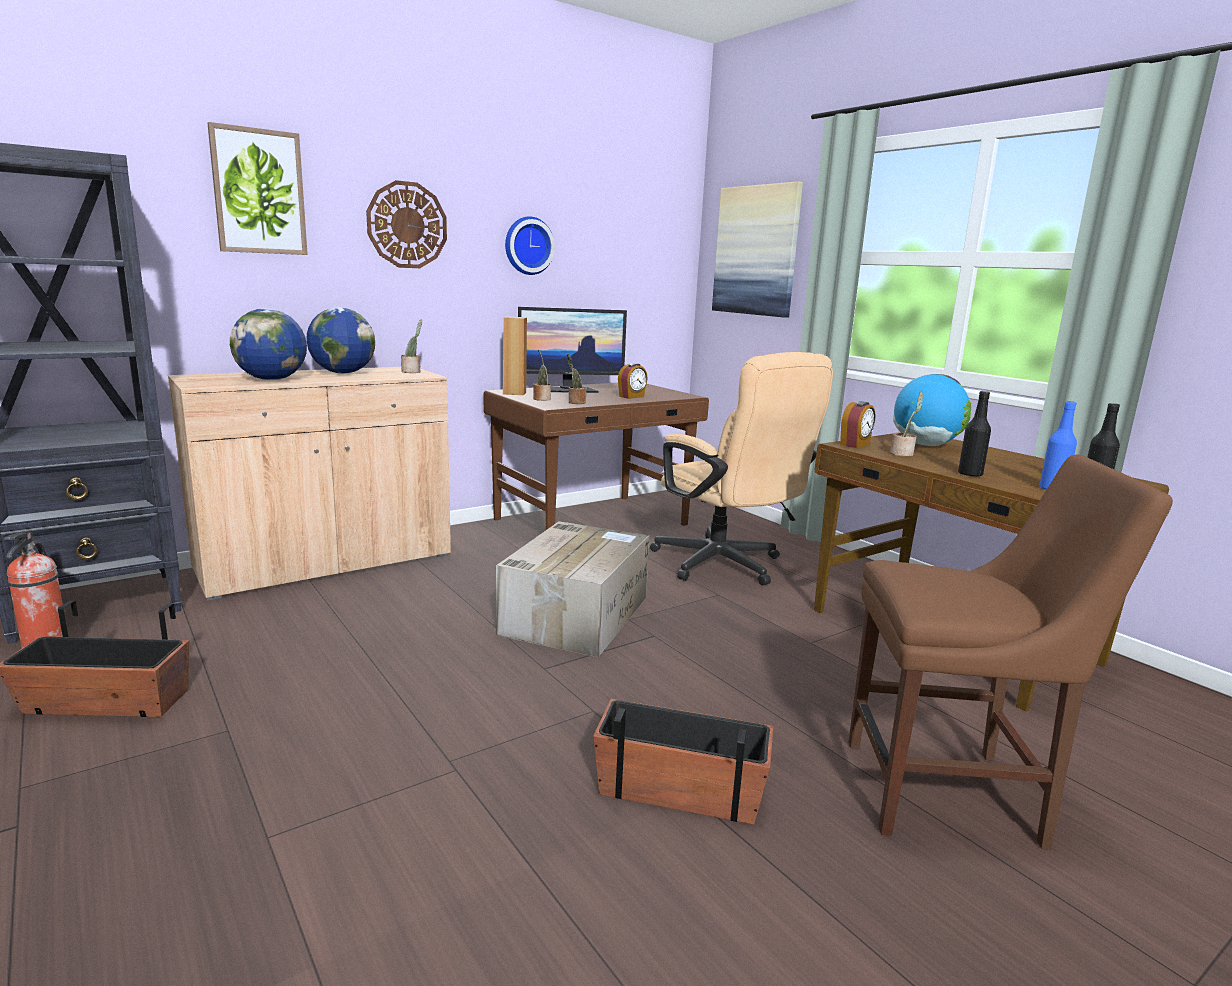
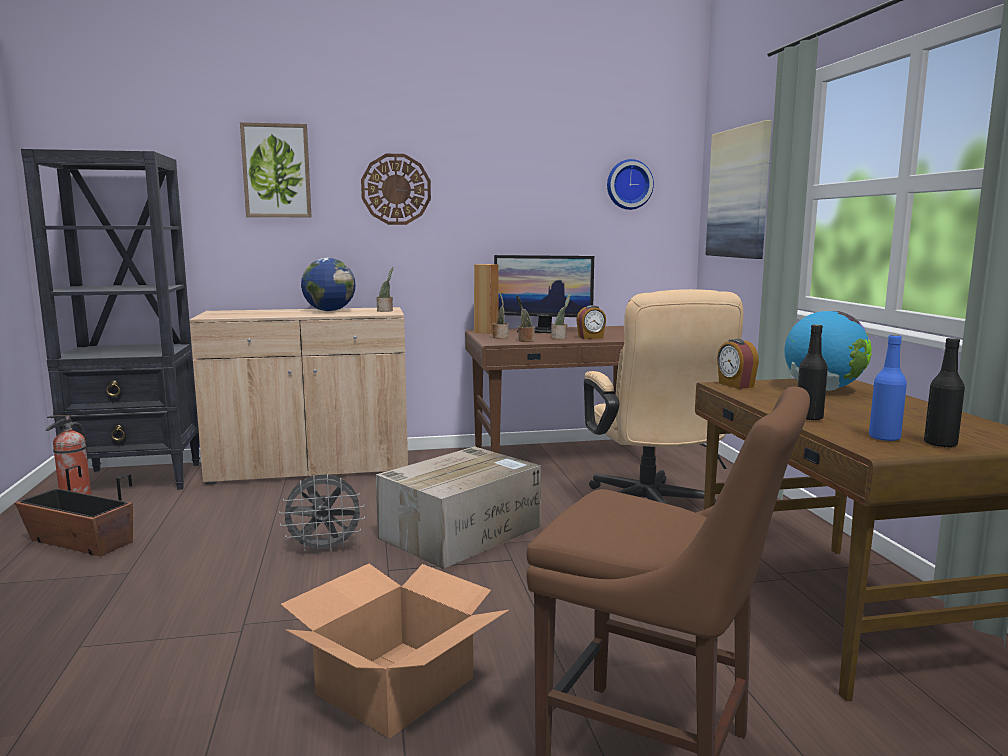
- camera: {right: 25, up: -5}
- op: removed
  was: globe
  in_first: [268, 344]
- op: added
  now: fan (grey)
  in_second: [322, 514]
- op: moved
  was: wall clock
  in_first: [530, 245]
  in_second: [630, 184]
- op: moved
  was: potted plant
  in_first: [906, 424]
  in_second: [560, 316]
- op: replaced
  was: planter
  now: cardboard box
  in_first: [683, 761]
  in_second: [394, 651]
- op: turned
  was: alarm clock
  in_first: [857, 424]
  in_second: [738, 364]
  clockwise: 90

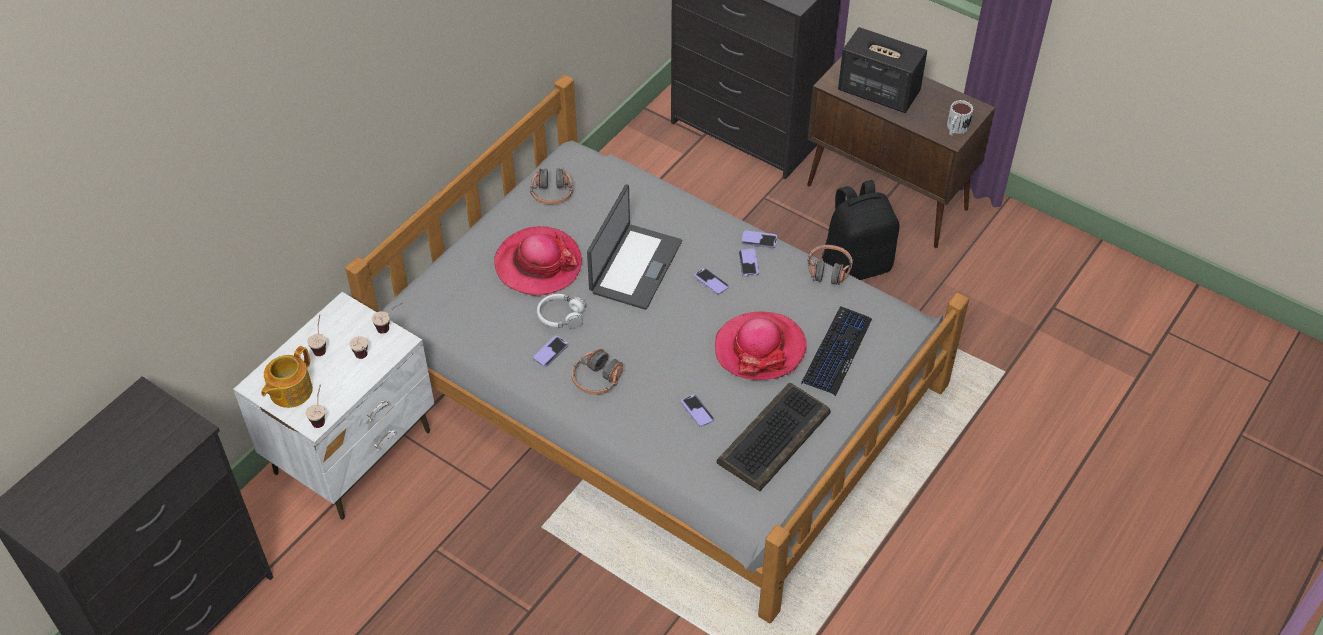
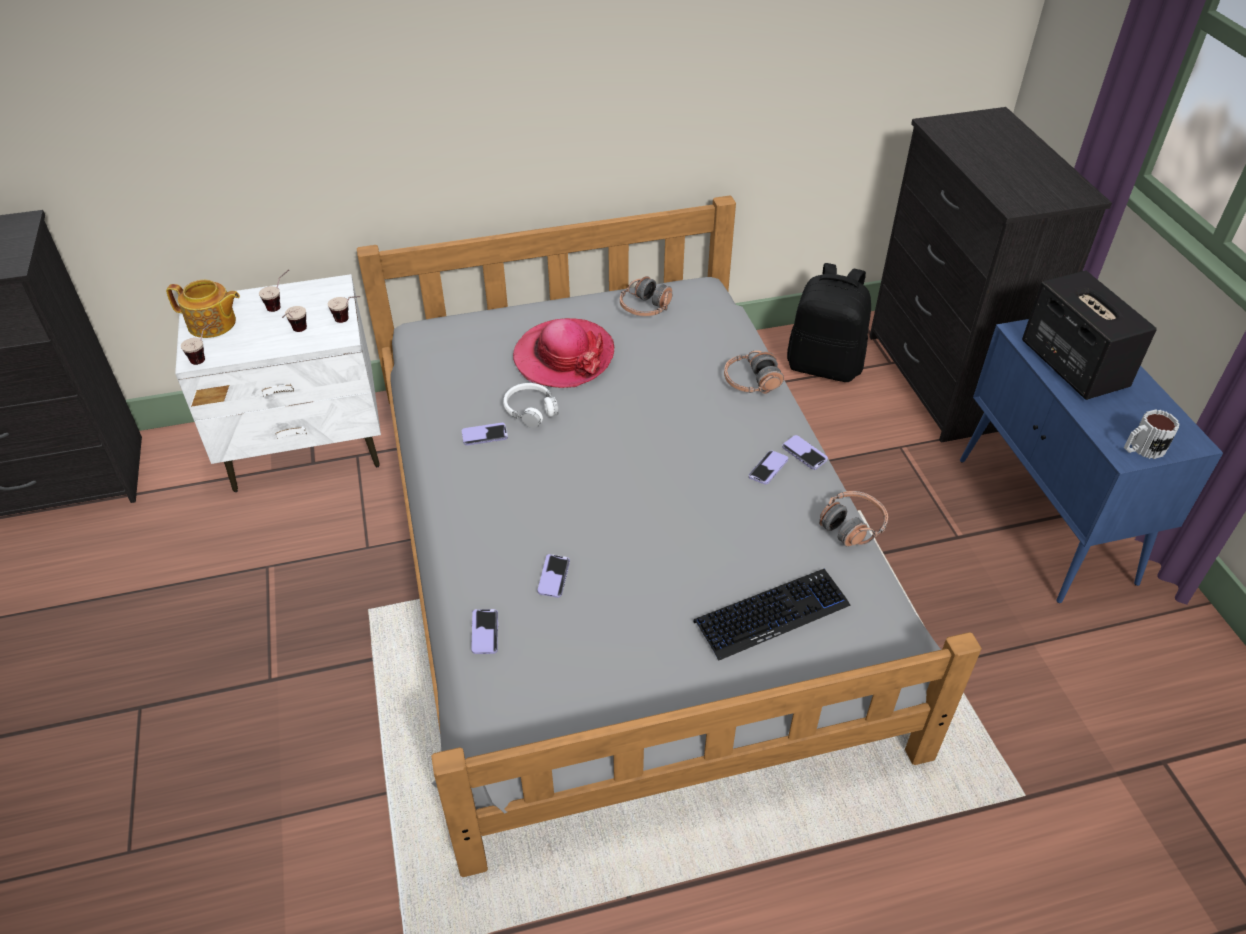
- camera: {right: 40, up: -5}
- op: removed
  was: laptop
  in_first: [634, 247]
- op: removed
  was: hat
  in_first: [761, 346]
- op: removed
  was: keyboard
  in_first: [774, 437]
- op: moved
  was: headphones
  in_first: [597, 372]
  in_second: [754, 372]
- op: moved
  was: phone
  in_first: [711, 281]
  in_second: [484, 631]
- op: moved
  was: backpack (black)
  in_first: [861, 230]
  in_second: [829, 322]
- op: recoloured
  was: cabinet (brown)
  now: cabinet (blue)
  in_first: [901, 152]
  in_second: [1091, 461]
- op: turned
  was: teapot
  in_first: [287, 377]
  in_second: [203, 309]
  clockwise: -150

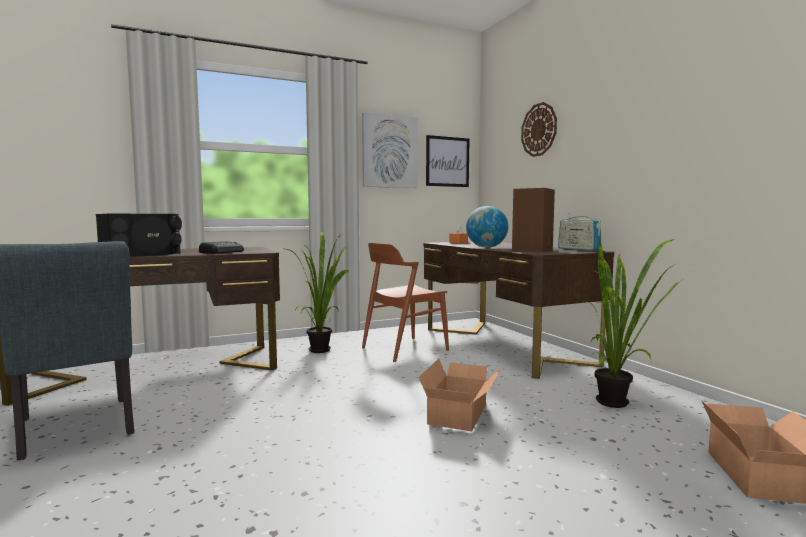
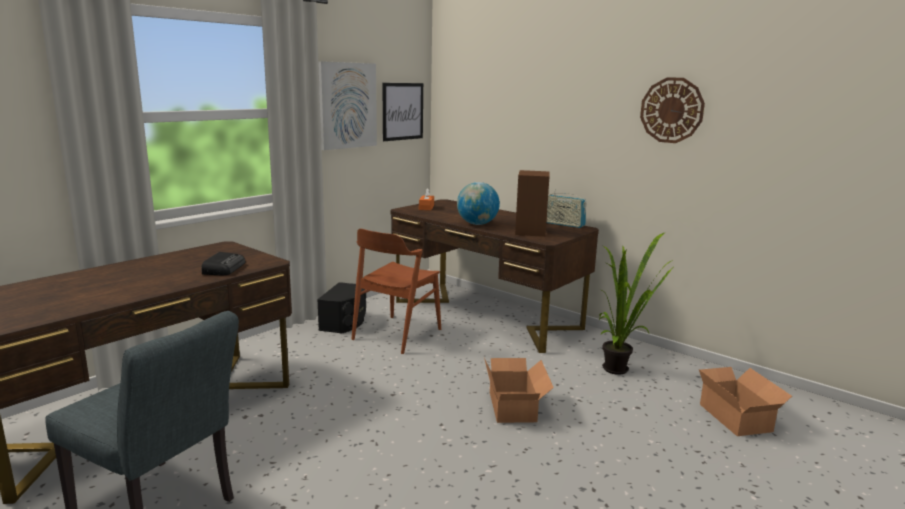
- camera: {right: -25, up: 10}
- op: removed
  was: potted plant
  in_first: [318, 292]
- op: moved
  was: speaker (black)
  in_first: [139, 235]
  in_second: [341, 307]
- op: moved
  was: wall clock
  in_first: [539, 129]
  in_second: [672, 110]

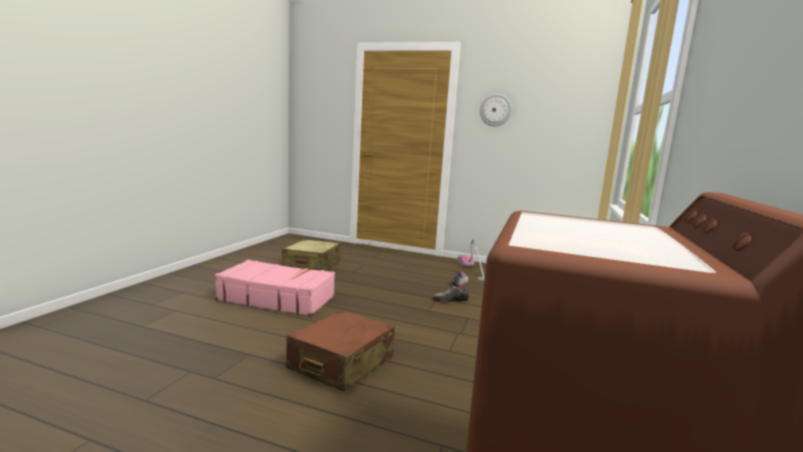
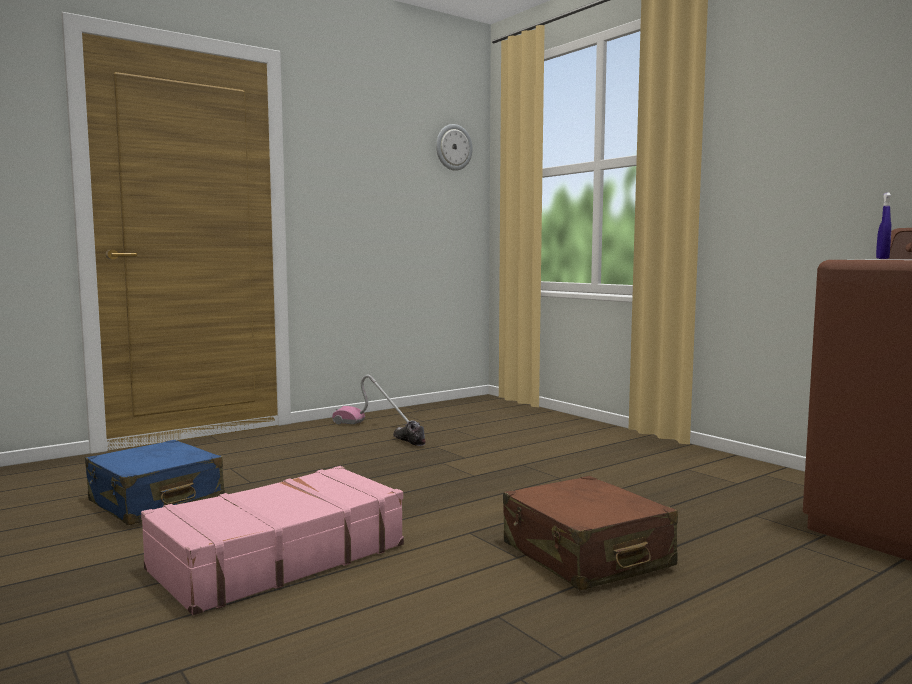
- camera: {right: -55, up: -5}
- op: removed
  was: shoe
  in_first: [451, 294]
- op: added
  now: spray bottle (blue)
  in_second: [883, 225]
- op: moved
  was: wall clock
  in_first: [496, 110]
  in_second: [454, 147]
- op: recoloured
  was: suitcase (beige)
  now: suitcase (blue)
  in_first: [311, 255]
  in_second: [155, 482]

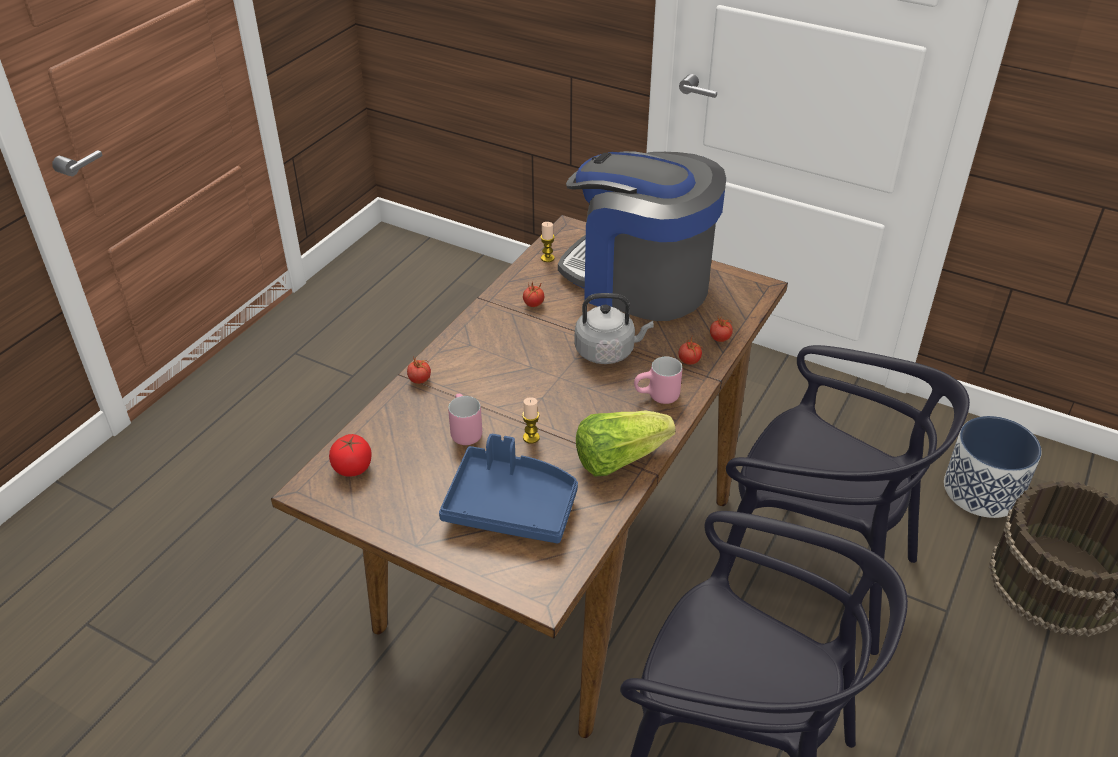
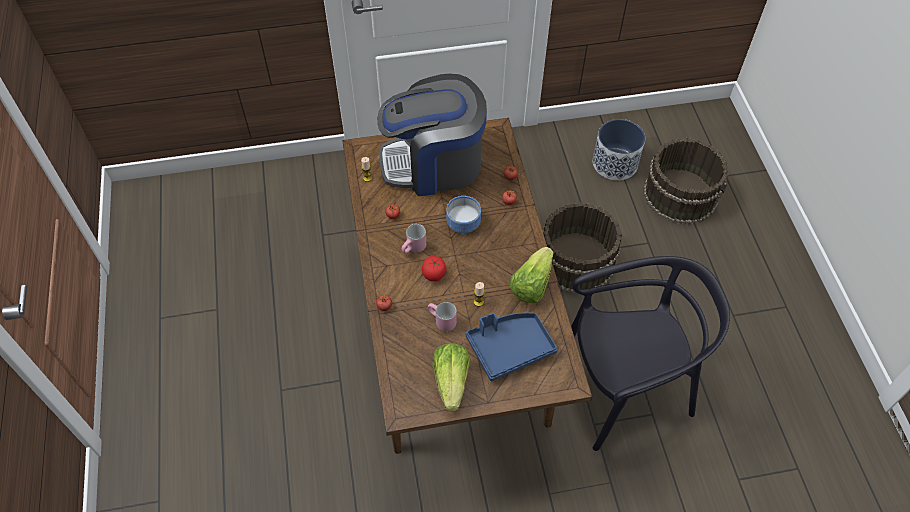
- camera: {right: -40, up: 15}
- op: added
  now: lettuce
  in_second: [451, 377]
- op: moved
  was: tomato
  in_first: [350, 455]
  in_second: [434, 269]
- op: moved
  was: mug (pink)
  in_first: [658, 380]
  in_second: [414, 239]
- op: replaced
  was: kettle (grey)
  now: bowl
  in_first: [614, 328]
  in_second: [463, 214]
- op: replaced
  was: chair (black)
  now: bucket (brown)
  in_first: [848, 500]
  in_second: [582, 248]

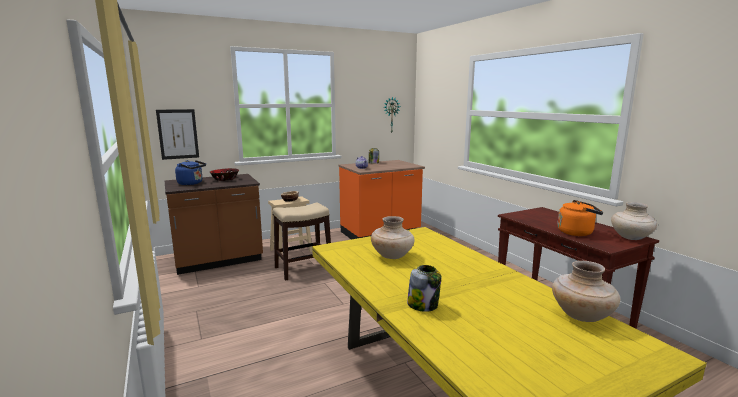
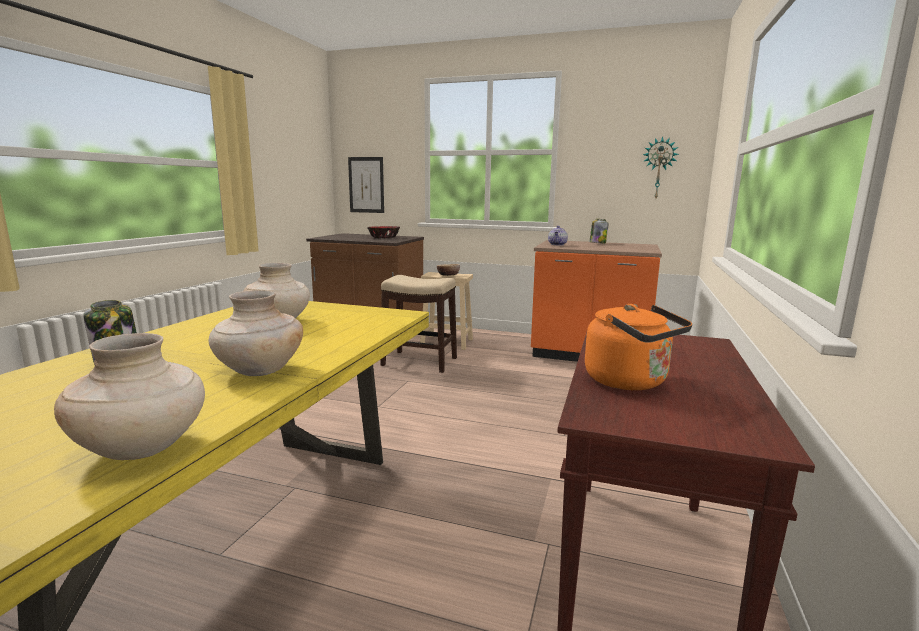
- camera: {right: 45, up: 0}
- op: removed
  was: kettle (blue)
  in_first: [190, 172]
- op: moved
  was: vase (beige)
  in_first: [634, 221]
  in_second: [256, 333]

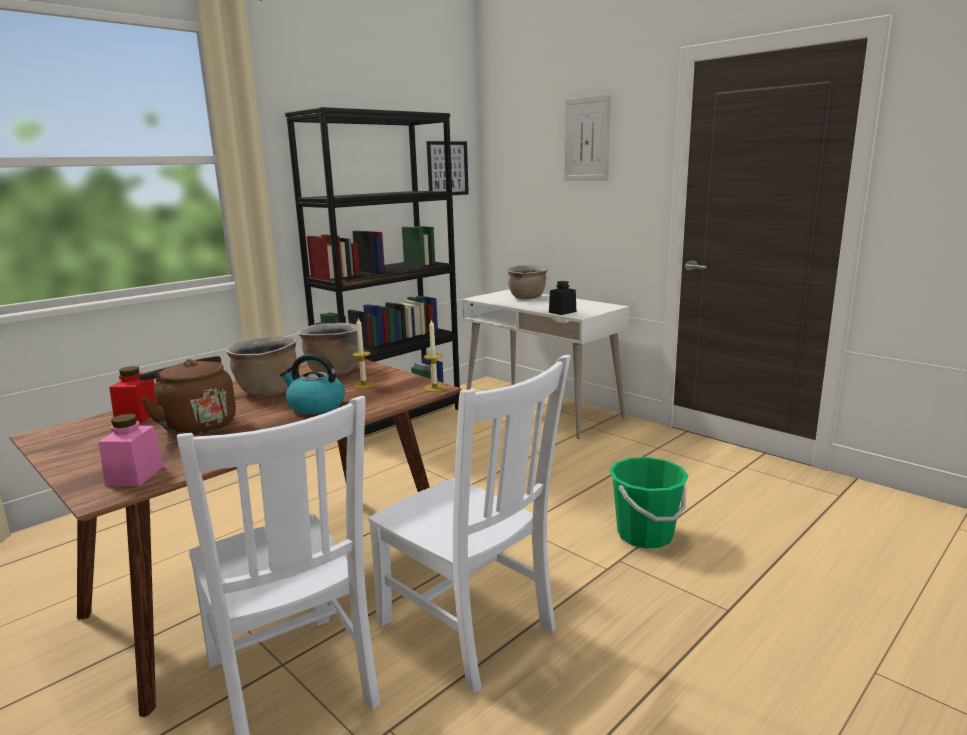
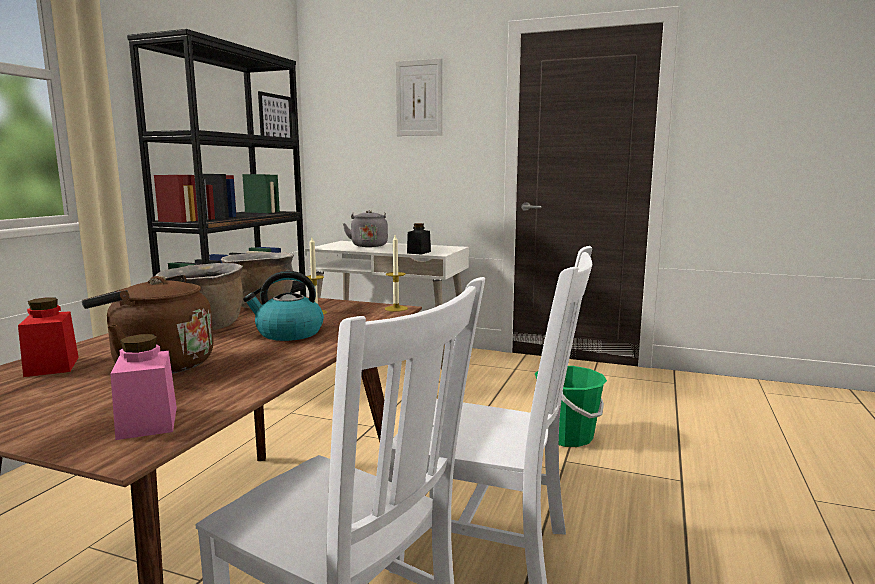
- camera: {right: -25, up: -5}
- op: replaced
  was: cooking pot (brown)
  now: kettle (grey)
  in_first: [527, 282]
  in_second: [365, 228]

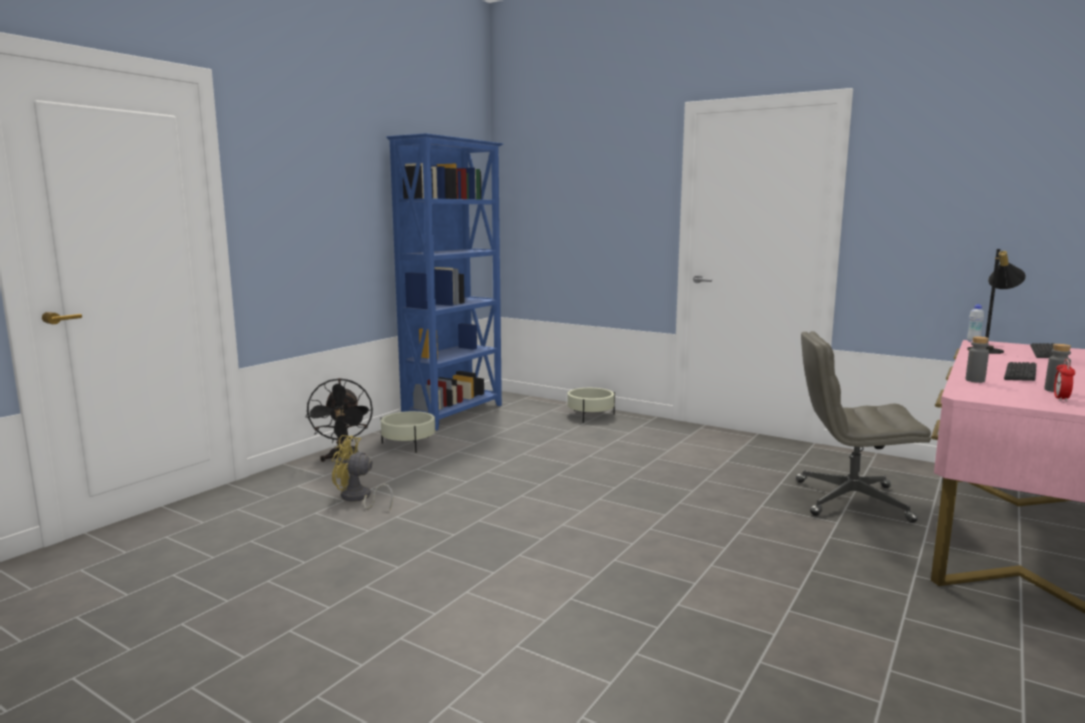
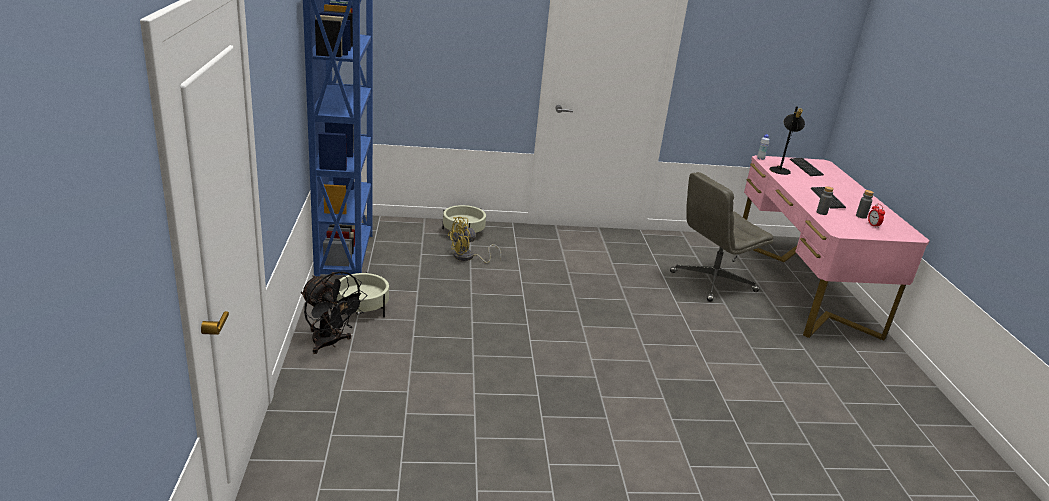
- camera: {right: -40, up: 15}
- op: moved
  was: fan (yellow)
  in_first: [362, 472]
  in_second: [474, 240]

